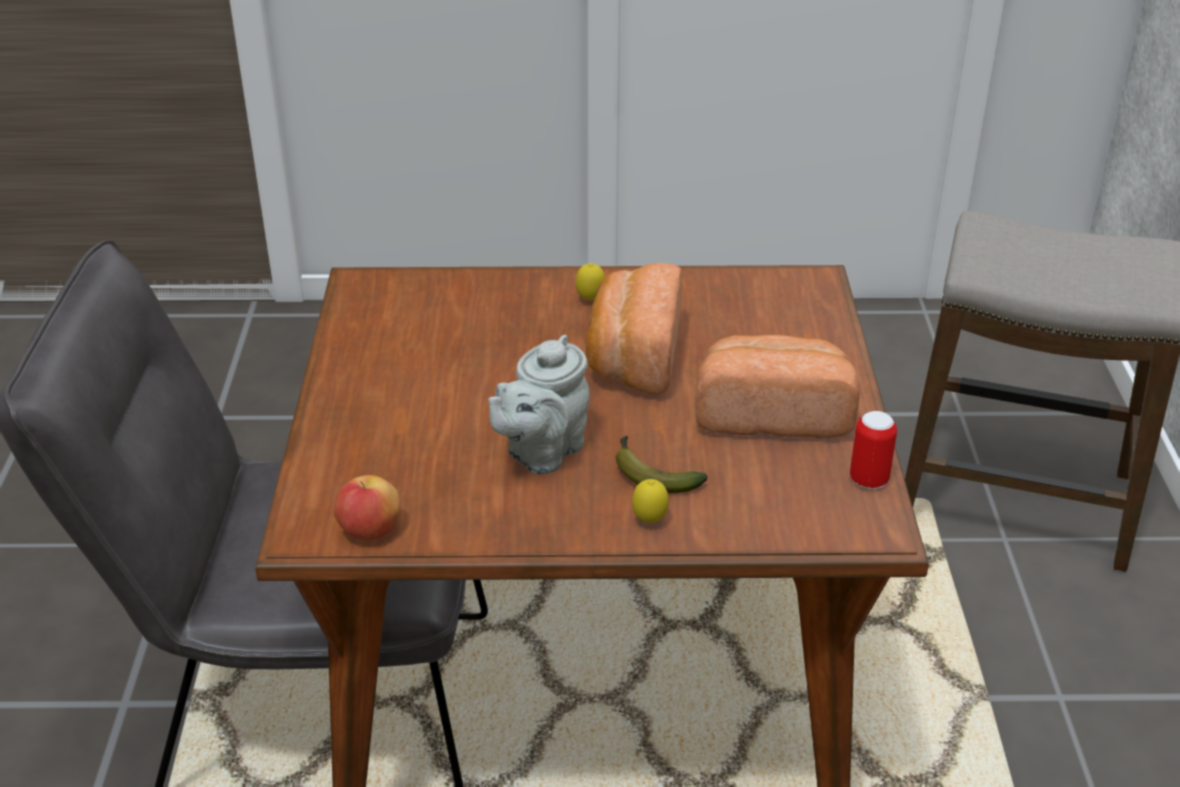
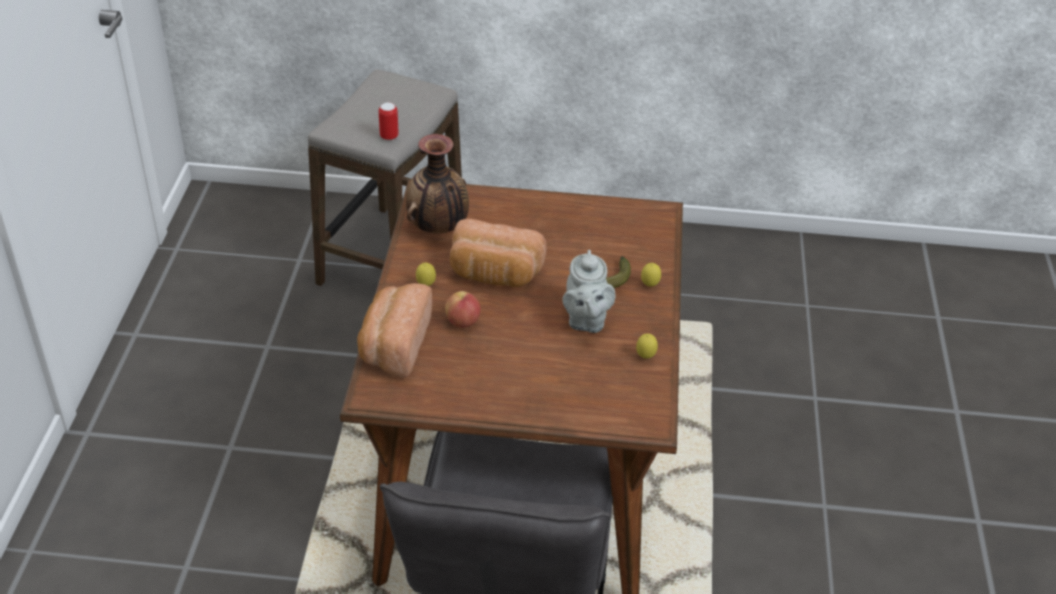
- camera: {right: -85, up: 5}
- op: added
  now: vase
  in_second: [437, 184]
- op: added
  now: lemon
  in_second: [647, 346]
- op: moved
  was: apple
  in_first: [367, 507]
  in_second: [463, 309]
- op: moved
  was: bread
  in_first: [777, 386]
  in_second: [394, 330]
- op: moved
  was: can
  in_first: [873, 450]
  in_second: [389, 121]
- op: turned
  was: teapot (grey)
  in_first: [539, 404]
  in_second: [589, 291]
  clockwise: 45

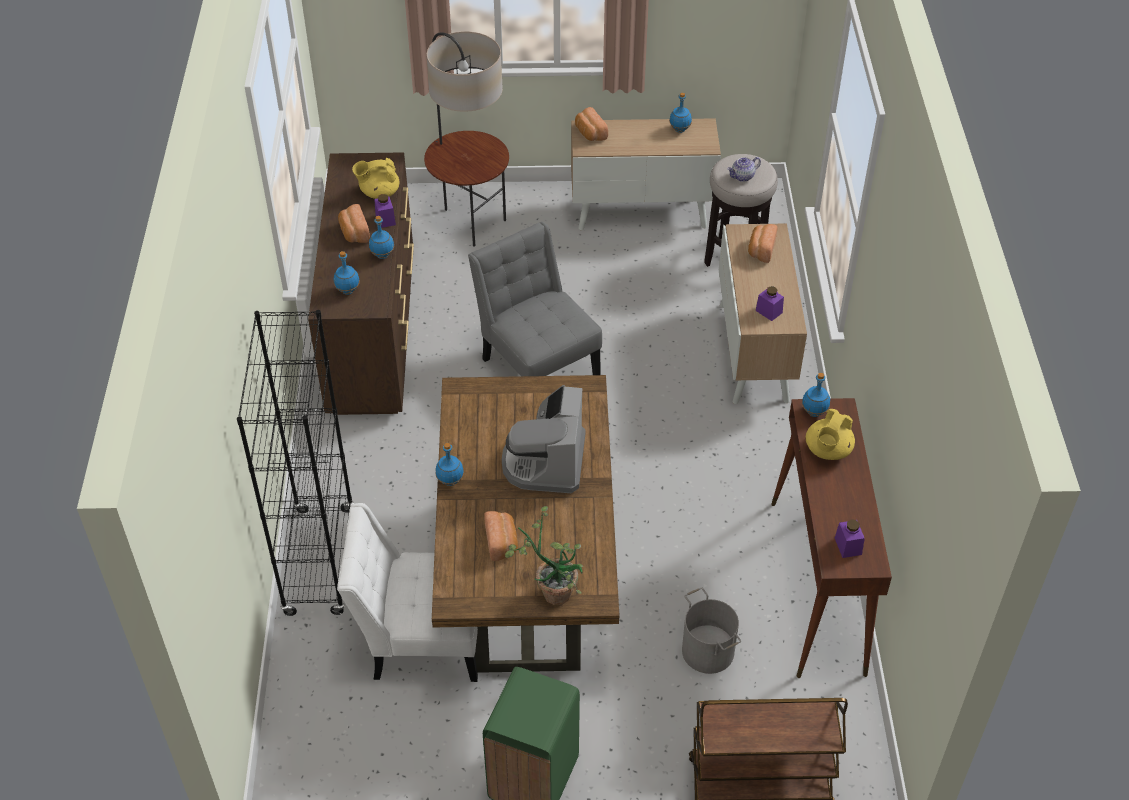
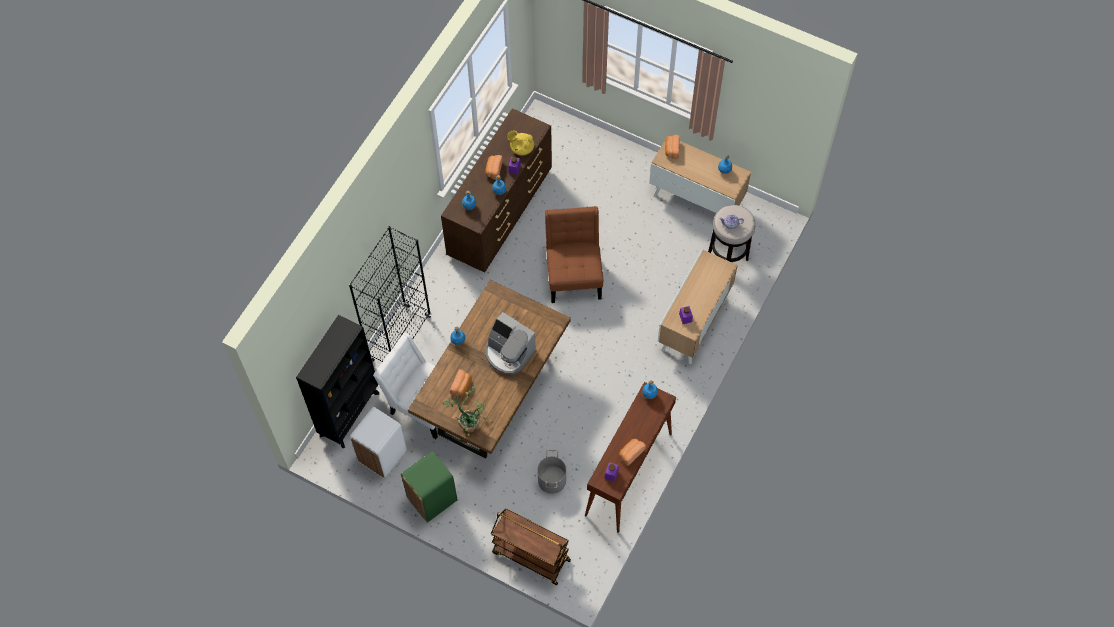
- camera: {right: 30, up: 15}
- op: removed
  was: floor lamp
  in_first: [466, 139]
- op: removed
  was: teapot (yellow)
  in_first: [830, 434]
- op: added
  now: bookcase (black)
  in_second: [337, 381]
- op: added
  now: trash can (white)
  in_second: [378, 443]
- op: moved
  was: bread
  in_first: [763, 243]
  in_second: [632, 452]
- op: recoloured
  was: chair (grey)
  now: chair (brown)
  in_first: [535, 299]
  in_second: [574, 254]
- op: turned
  was: coffee machine
  in_first: [544, 439]
  in_second: [510, 343]
  clockwise: -90

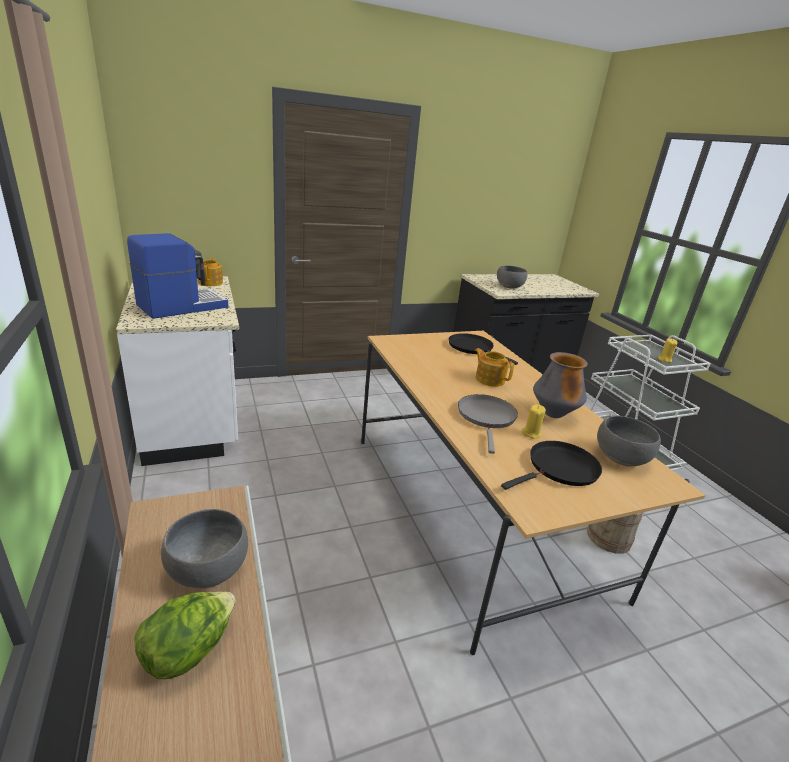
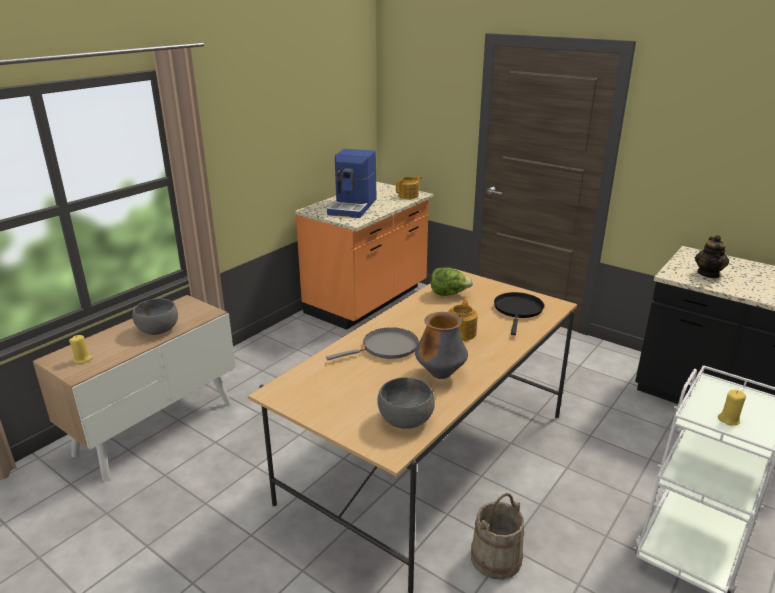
- camera: {right: 60, up: 0}
- op: removed
  was: frying pan (black)
  in_first: [551, 465]
- op: moved
  was: lettuce
  in_first: [185, 635]
  in_second: [452, 281]
- op: moved
  was: candle (yellow)
  in_first: [534, 421]
  in_second: [80, 349]
- op: replaced
  was: bowl (grey)
  now: teapot
  in_first: [512, 277]
  in_second: [712, 256]
- op: recoloured
  was: counter (white)
  now: counter (orange)
  in_first: [177, 371]
  in_second: [364, 256]
- op: turned
  was: coffee machine
  in_first: [177, 276]
  in_second: [352, 183]
  clockwise: 90

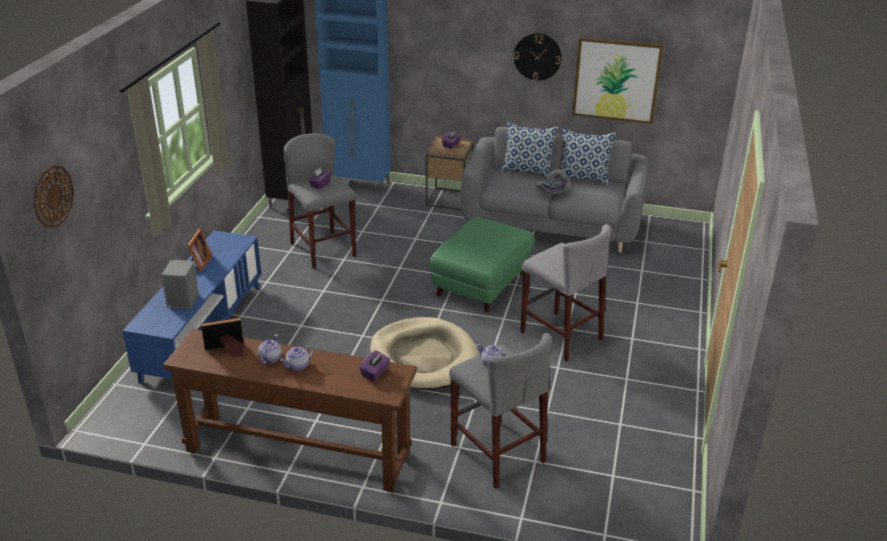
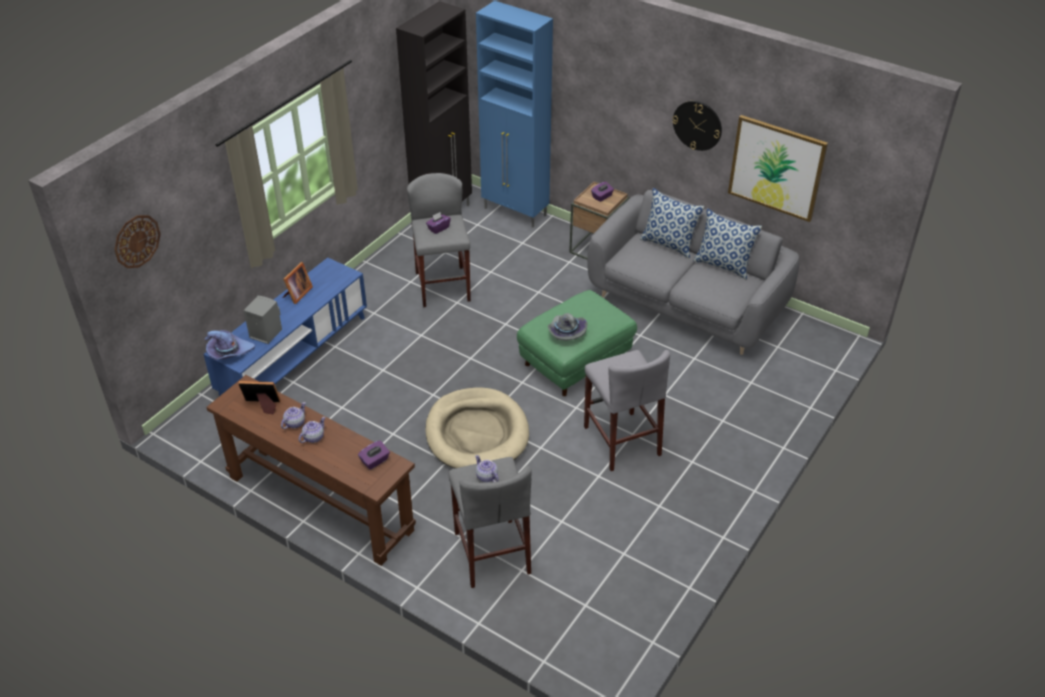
- camera: {right: 20, up: 10}
- op: added
  now: hat (purple)
  in_second: [229, 345]
- op: moved
  was: hat (grey)
  in_first: [552, 181]
  in_second: [568, 327]
- op: turned
  was: teapot
  in_first: [297, 358]
  in_second: [312, 430]
  clockwise: 150

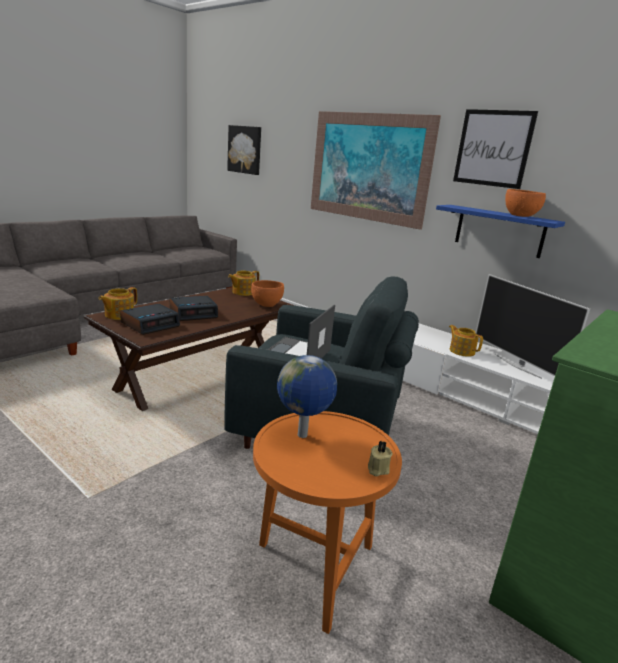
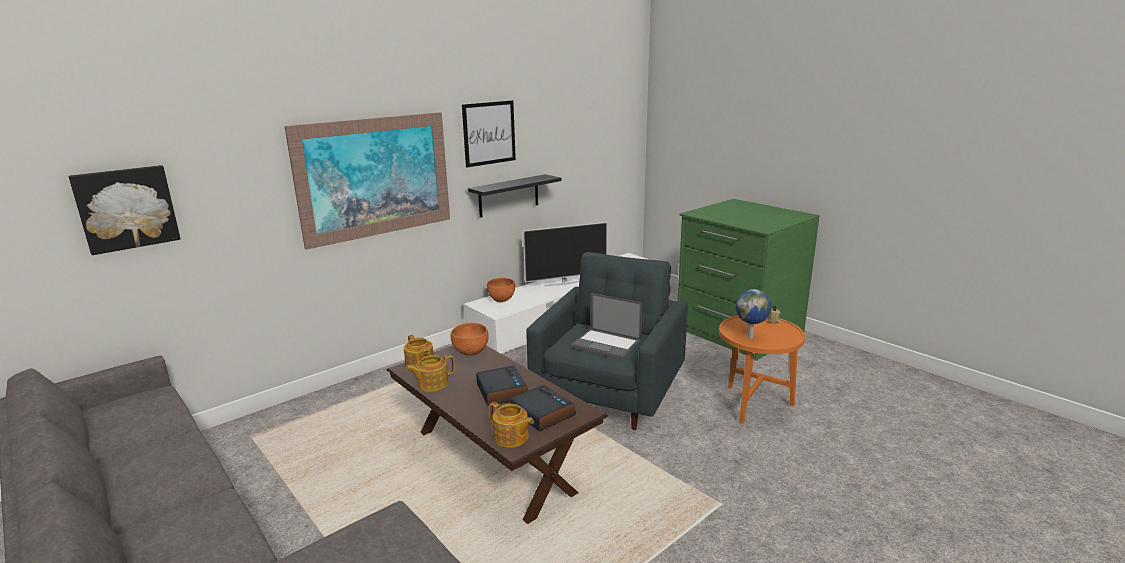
- camera: {right: -80, up: 0}
- op: moved
  was: teapot
  in_first: [466, 341]
  in_second: [430, 373]
- op: moved
  was: bowl (orange)
  in_first: [525, 203]
  in_second: [501, 290]
- op: recoloured
  was: shelf (blue)
  now: shelf (black)
  in_first: [500, 231]
  in_second: [515, 196]

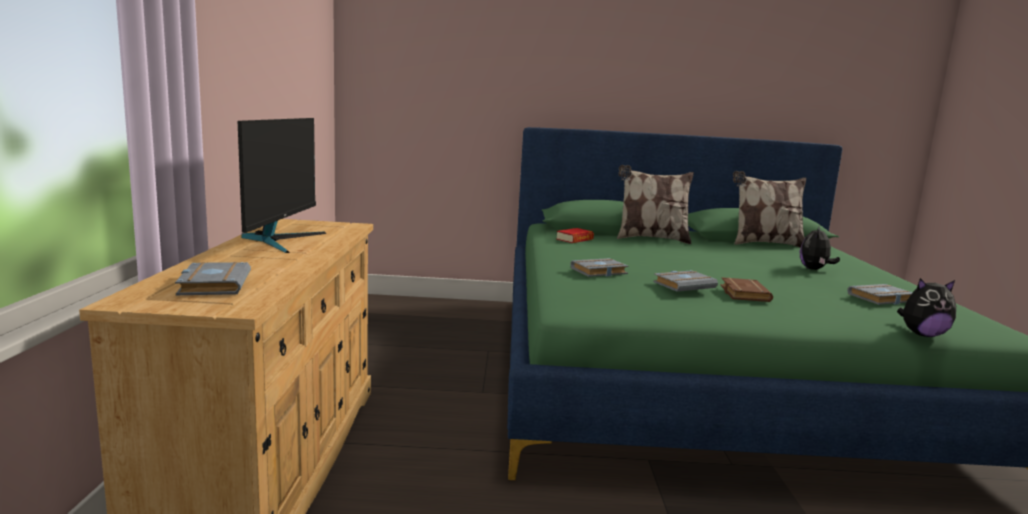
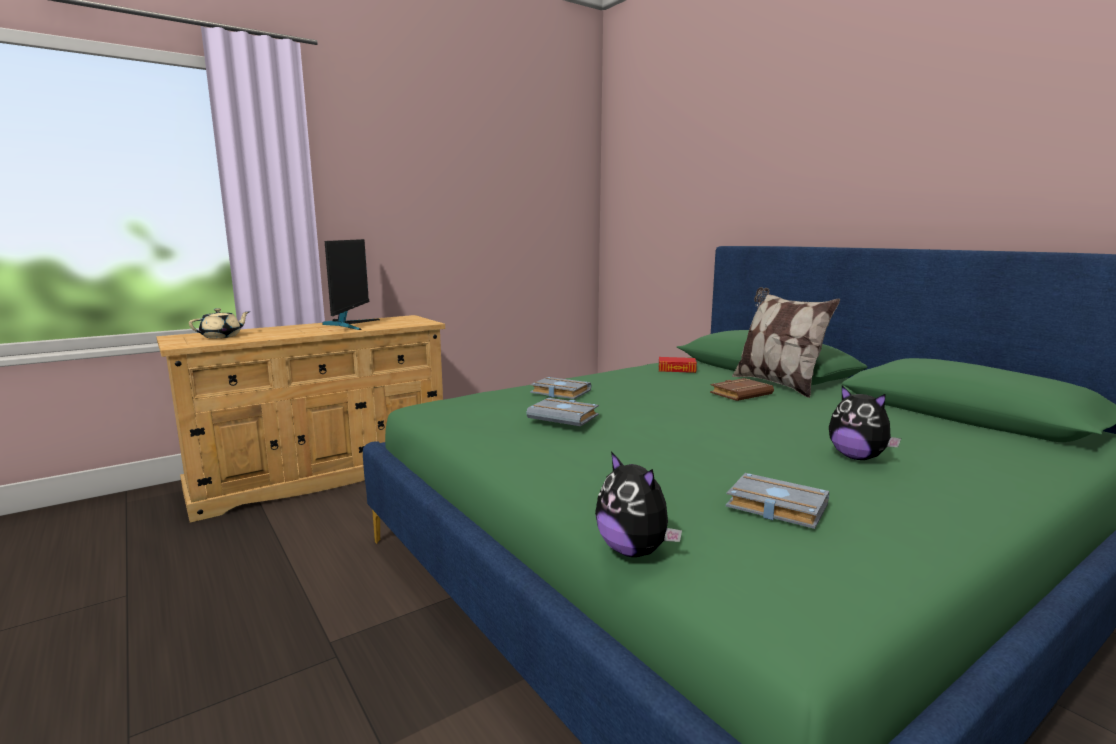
- camera: {right: 55, up: 0}
- op: removed
  was: pillow
  in_first: [769, 209]
- op: moved
  was: book (brown)
  in_first: [747, 289]
  in_second: [742, 389]
- op: replaced
  was: book (grey)
  now: teapot (beige)
  in_first: [213, 278]
  in_second: [219, 323]
- op: turned
  was: monitor
  in_first: [282, 185]
  in_second: [351, 284]
  clockwise: -60
- op: turned
  was: plush toy
  in_first: [820, 247]
  in_second: [865, 423]
  clockwise: -120

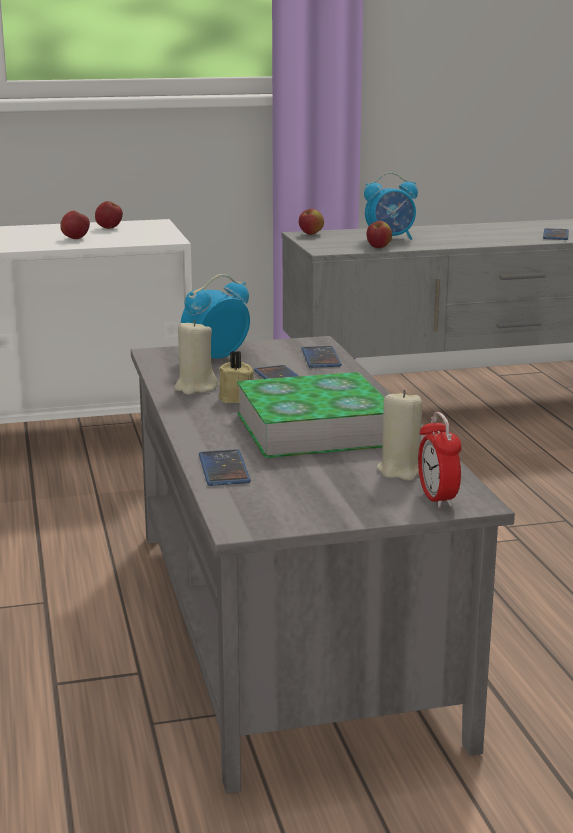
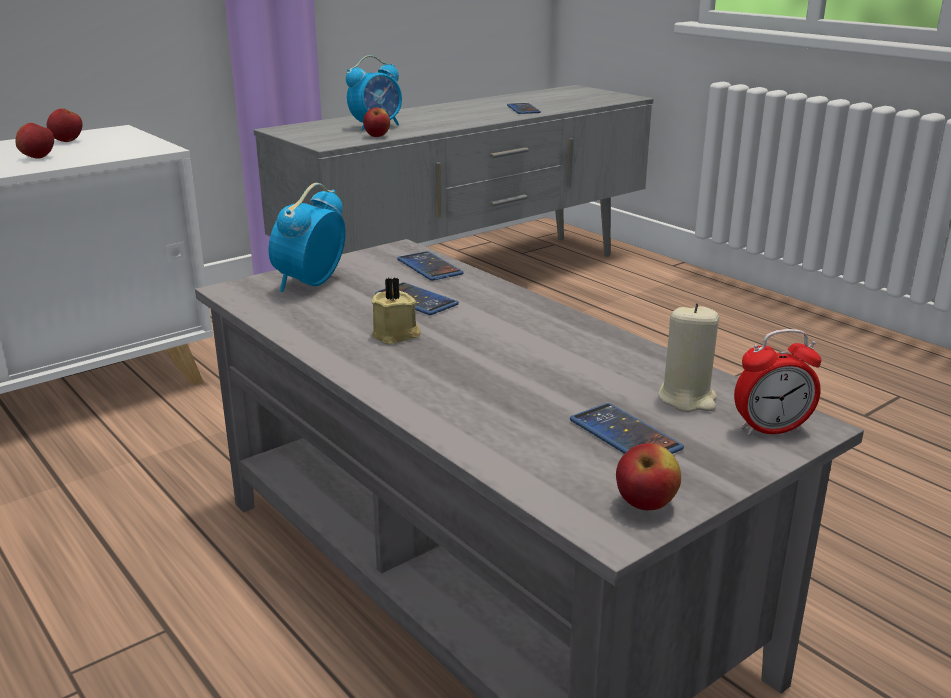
- camera: {right: -25, up: 5}
- op: removed
  was: candle (beige)
  in_first: [196, 357]
- op: removed
  was: book
  in_first: [311, 415]
- op: moved
  was: phone
  in_first: [225, 467]
  in_second: [627, 428]
- op: moved
  was: apple
  in_first: [311, 222]
  in_second: [648, 476]
- op: turned
  was: alarm clock
  in_first: [440, 460]
  in_second: [777, 382]
  clockwise: -60

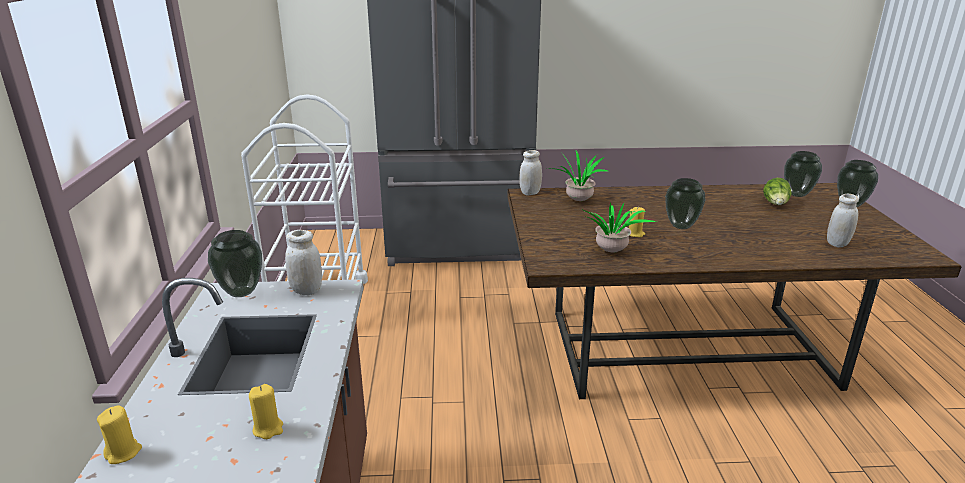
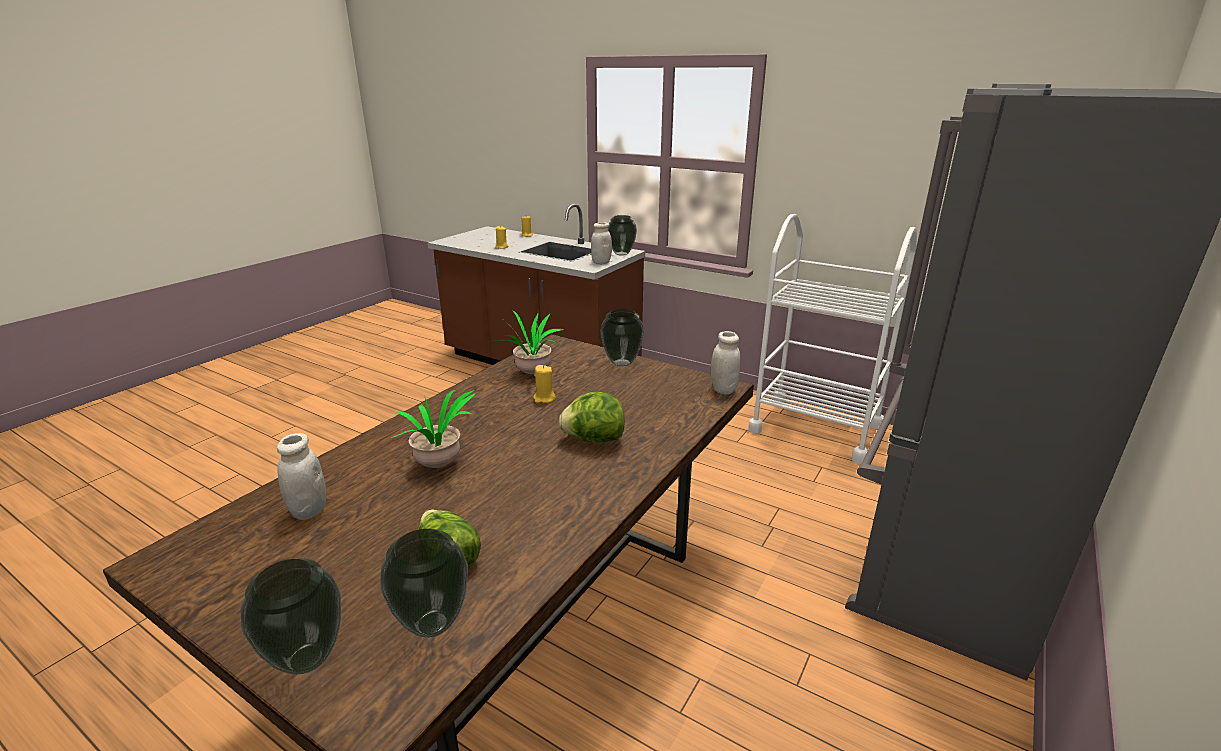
- camera: {right: 125, up: 0}
- op: added
  now: lettuce
  in_second: [592, 417]
- op: moved
  was: potted plant
  in_first: [578, 176]
  in_second: [434, 429]
- op: moved
  was: vase
  in_first: [685, 203]
  in_second: [622, 338]

